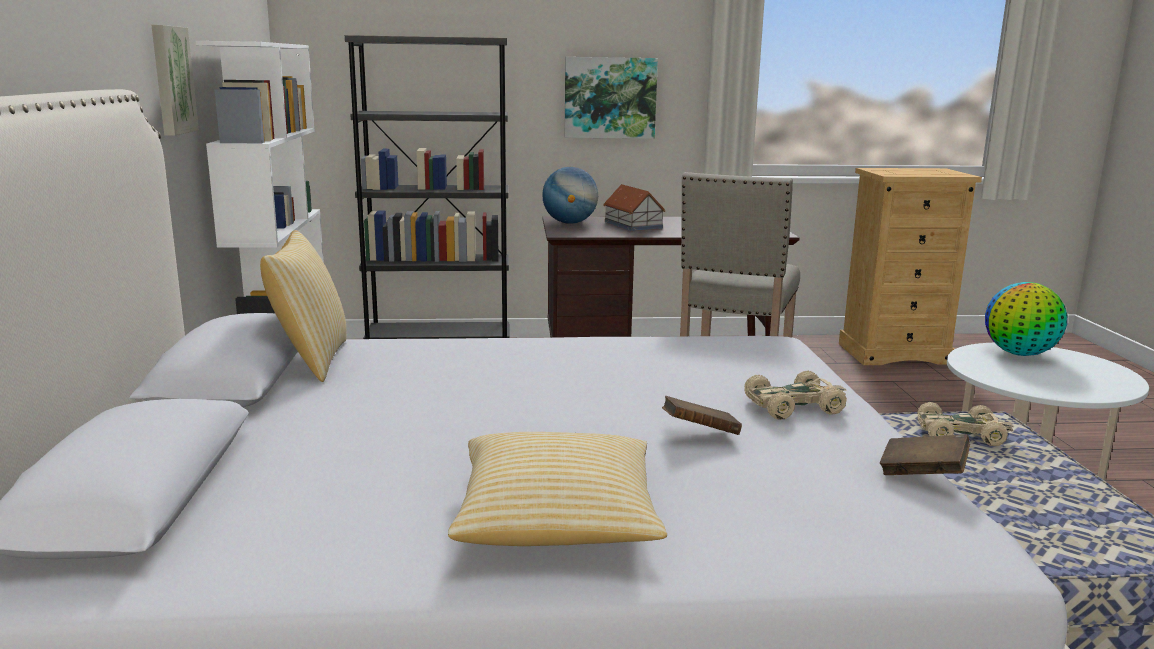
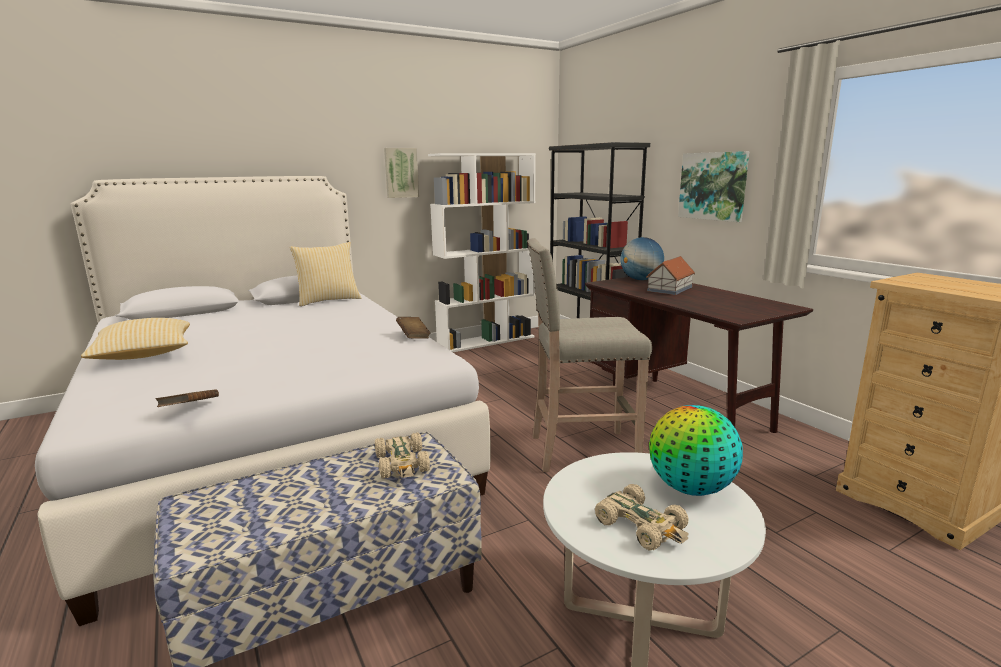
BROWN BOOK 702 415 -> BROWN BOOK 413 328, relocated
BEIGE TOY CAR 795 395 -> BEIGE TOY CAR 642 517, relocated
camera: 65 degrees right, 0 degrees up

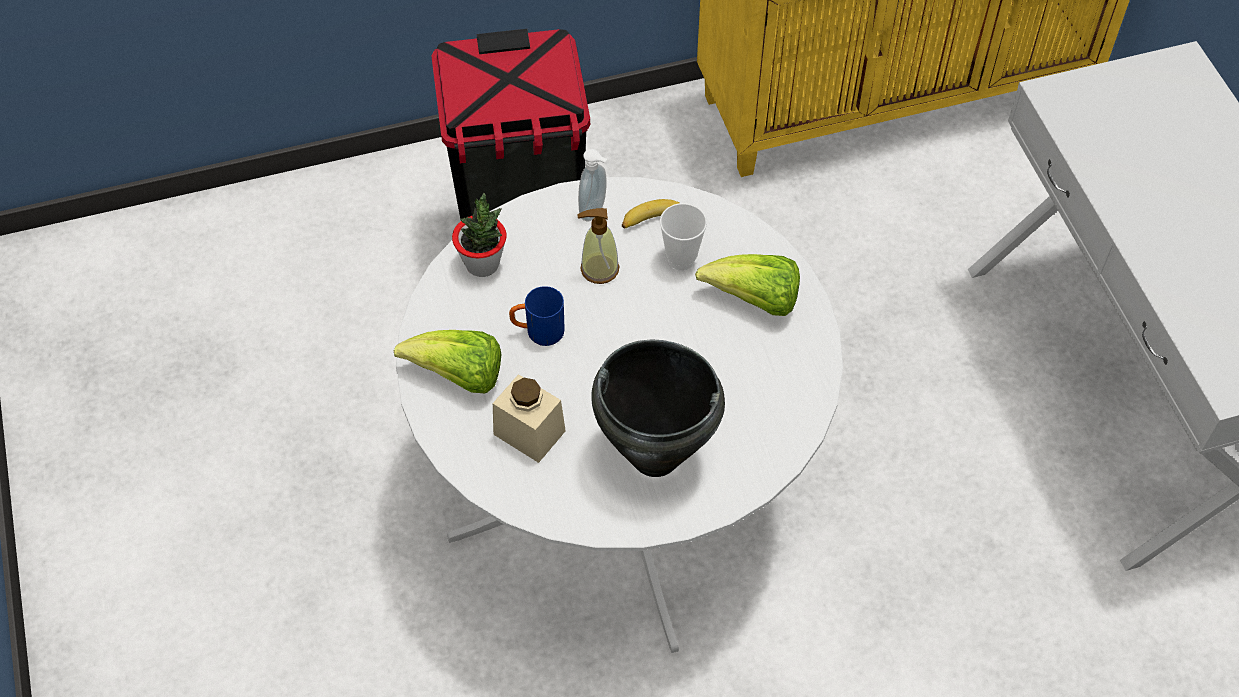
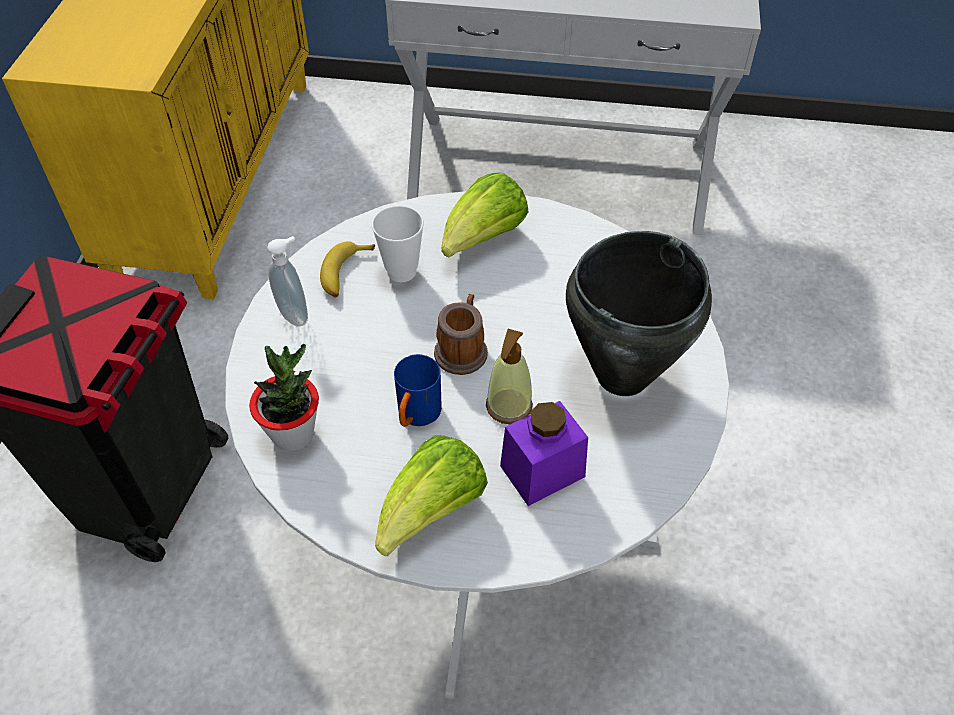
BEIGE JAR 529 418 -> PURPLE JAR 544 453
SOAP DISPENSER 598 246 -> SOAP DISPENSER 509 376, relocated
none -> MUG 461 334
camera: 65 degrees left, 5 degrees down

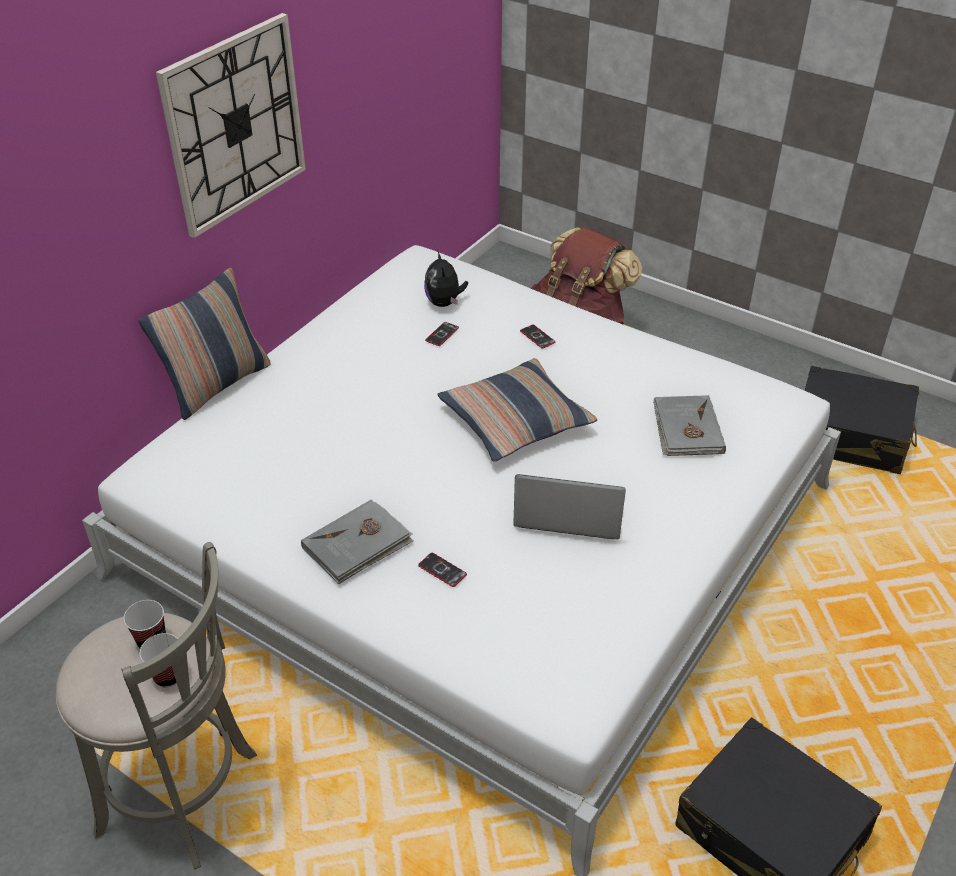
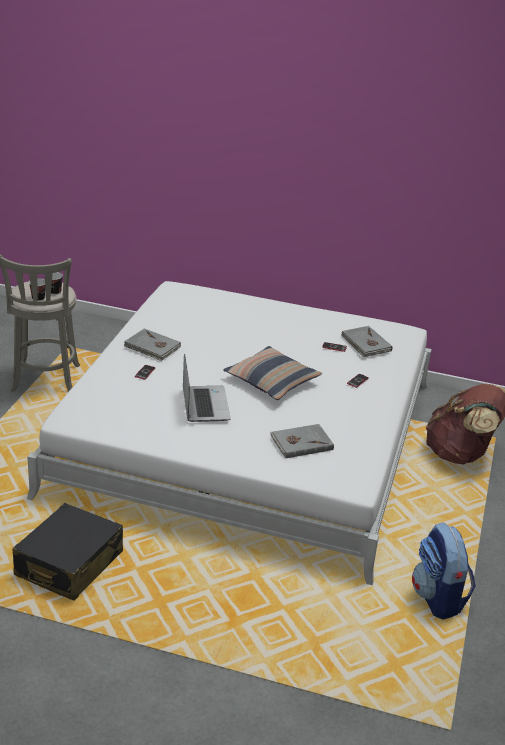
PILLOW 205 344 -> none
WALL CLOCK 231 125 -> none
PLUSH TOY 446 278 -> GREY BOOK 366 341
BLACK SUITCASE 862 420 -> BACKPACK 444 570
camera: 70 degrees right, 10 degrees down

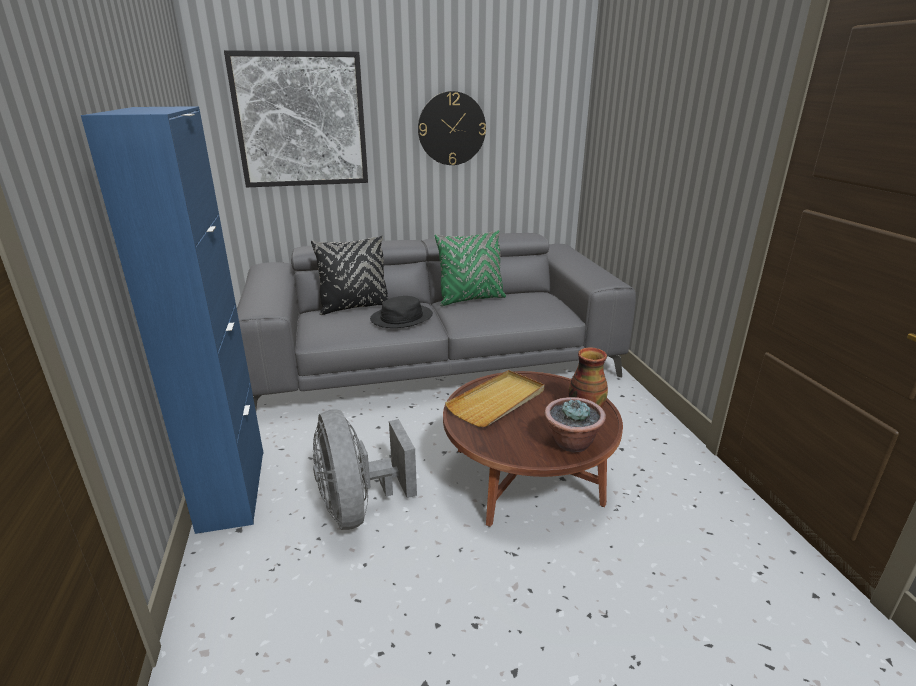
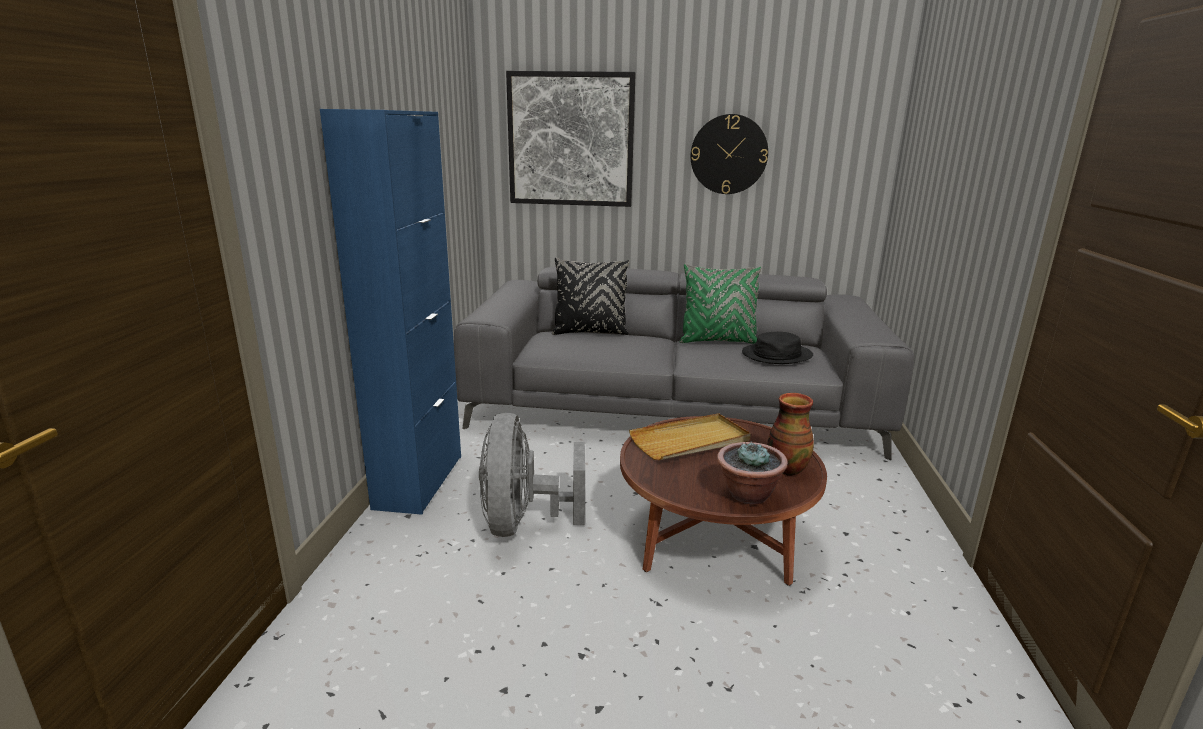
BLACK HAT 401 312 -> BLACK HAT 777 348, relocated
camera: 20 degrees right, 5 degrees down

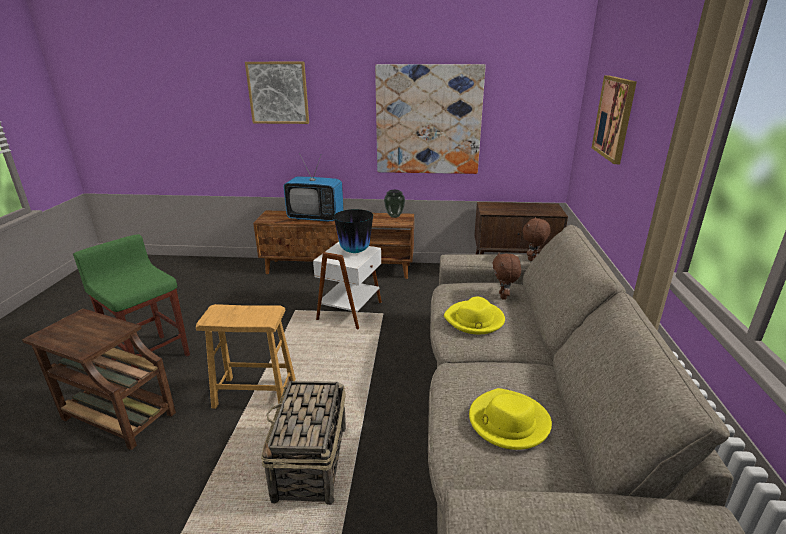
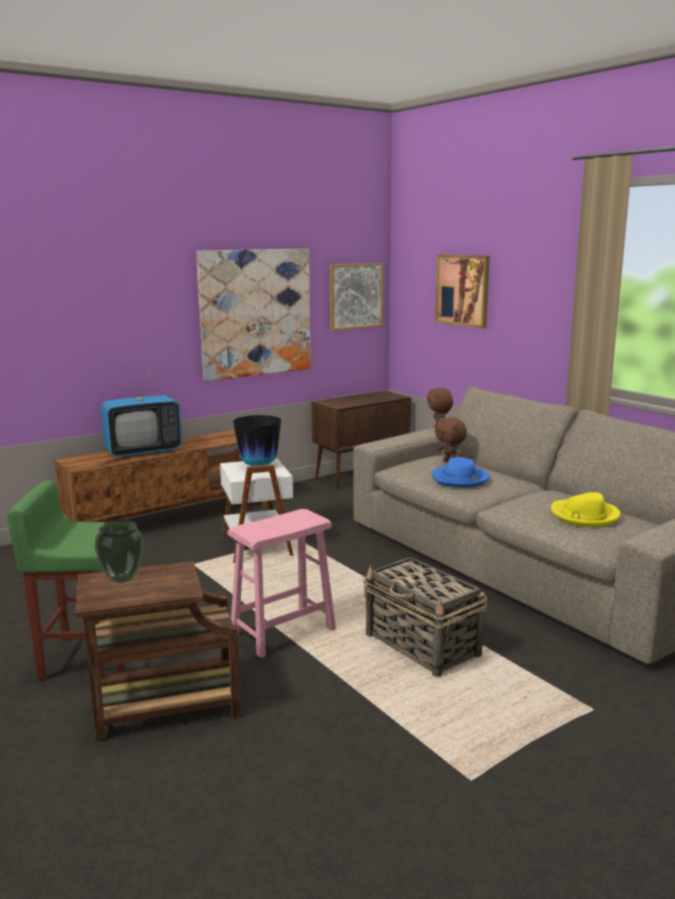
BROWN STOOL 246 356 -> PINK STOOL 281 583
PICTURE 277 93 -> PICTURE 357 297, relocated
VASE 394 204 -> VASE 119 551, relocated
YELLOW HAT 474 315 -> BLUE HAT 461 472
camera: 40 degrees left, 10 degrees down

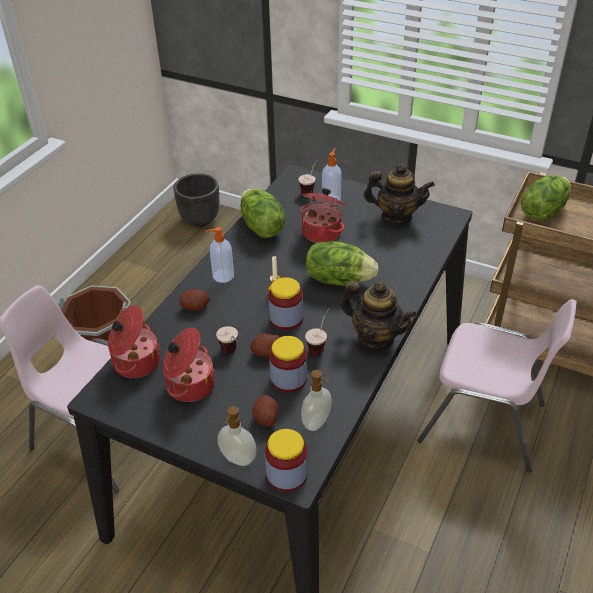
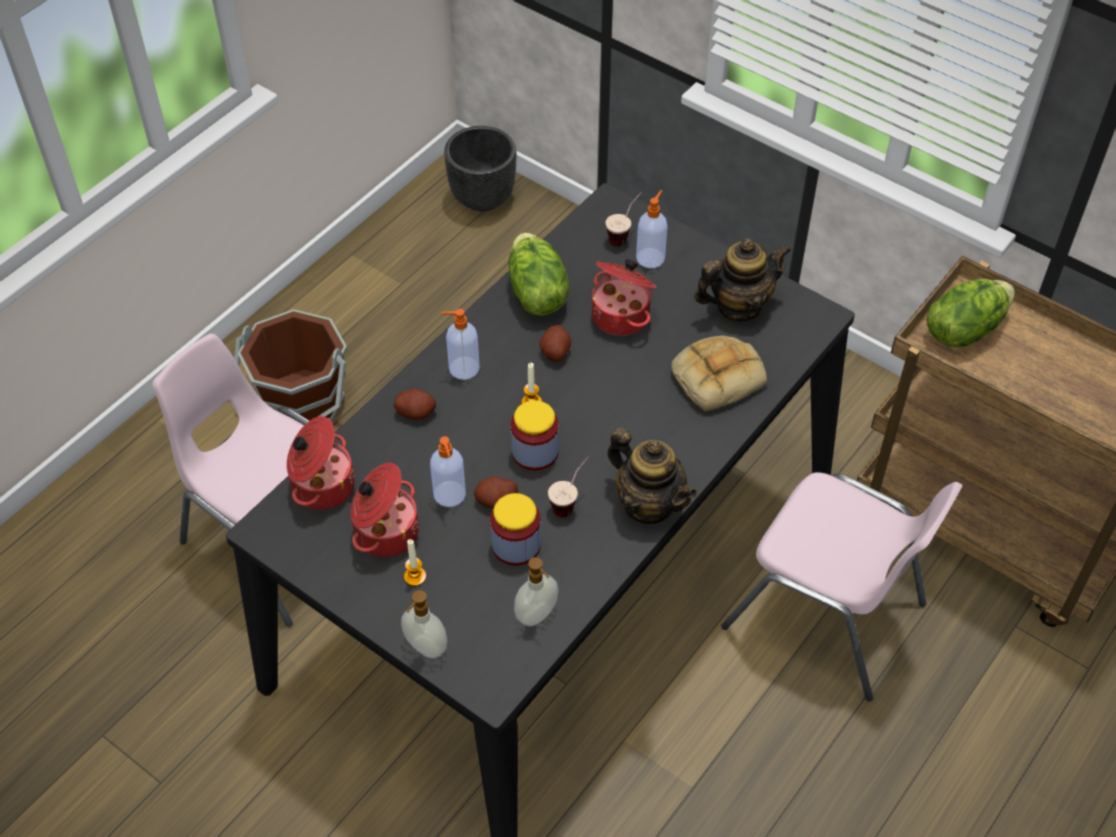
CUP 227 339 -> SOAP DISPENSER 448 471
POTATO 265 411 -> POTATO 555 343, relocated
JAR 286 460 -> none
LETTUCE 342 263 -> none
TEAPOT 399 194 -> TEAPOT 743 280, 45 degrees counterclockwise
none -> CANDLE 415 562
none -> BREAD 719 374
camera: 10 degrees right, 10 degrees up

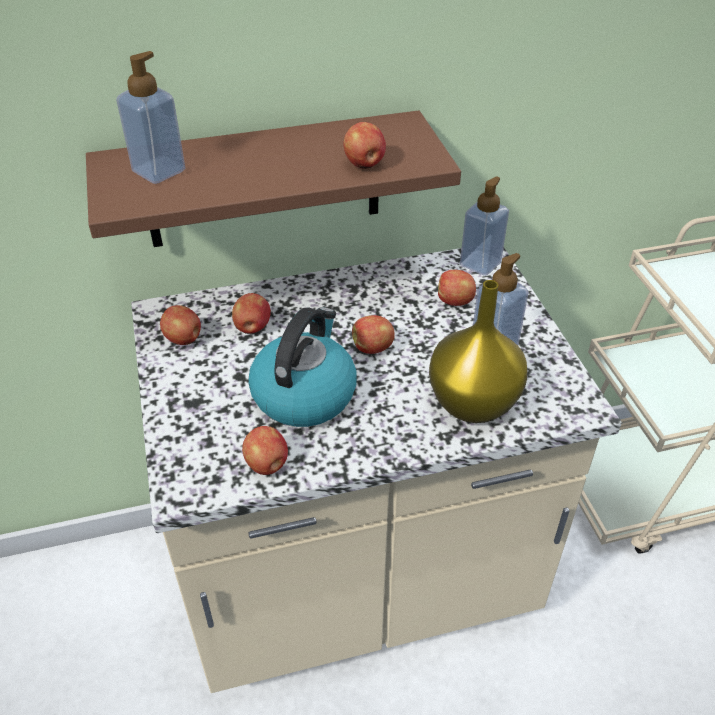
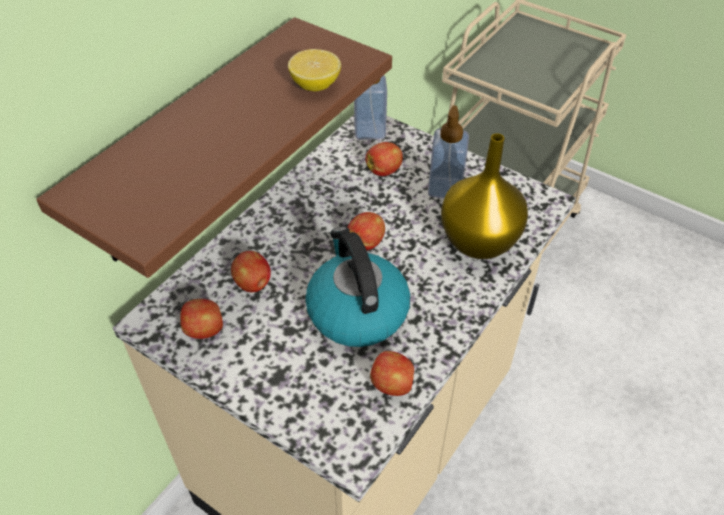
SOAP DISPENSER 150 117 -> none
APPLE 364 145 -> LEMON 314 70
camera: 40 degrees left, 5 degrees up

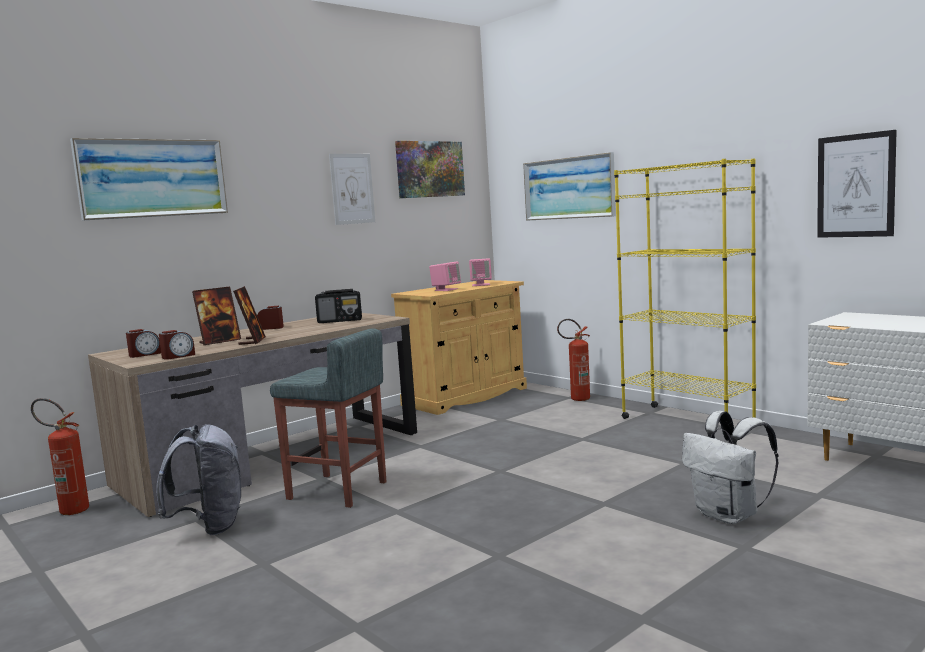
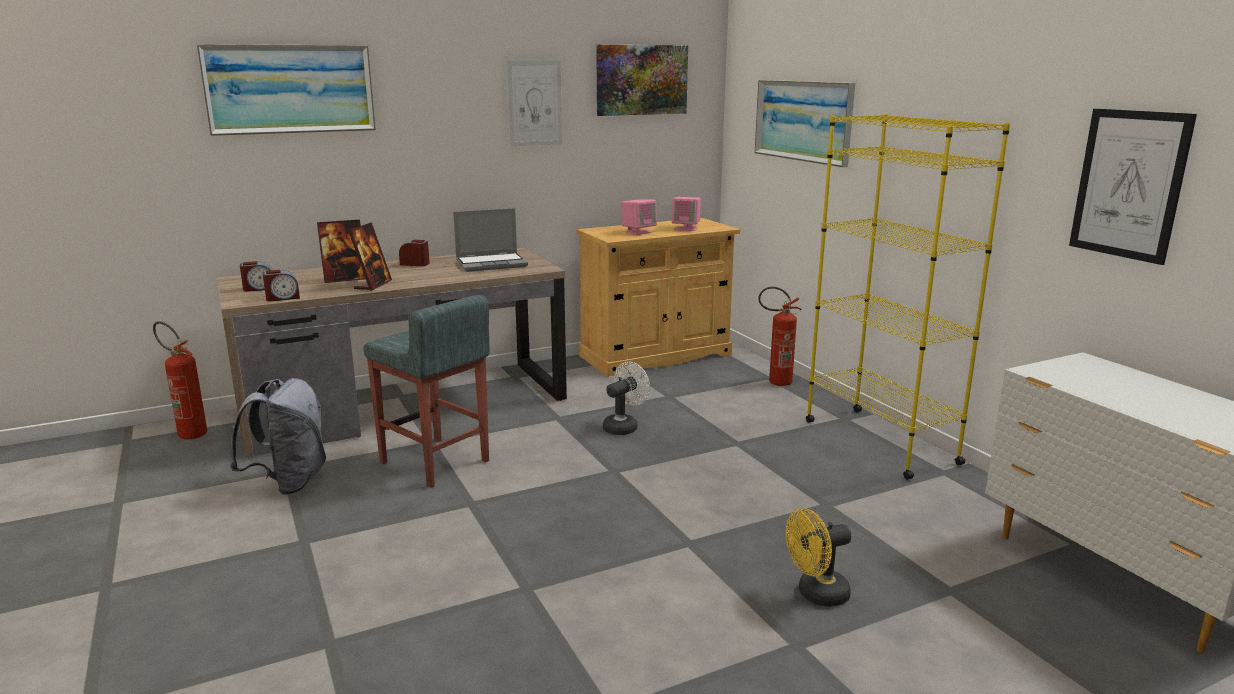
RADIO 338 306 -> LAPTOP 490 240
WHITE BACKPACK 730 467 -> YELLOW FAN 818 557
none -> WHITE FAN 626 398
camera: 15 degrees right, 10 degrees up

